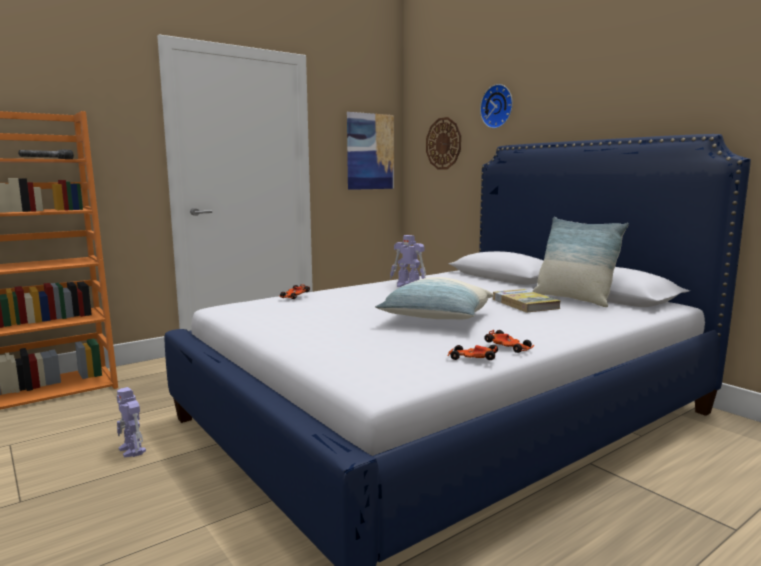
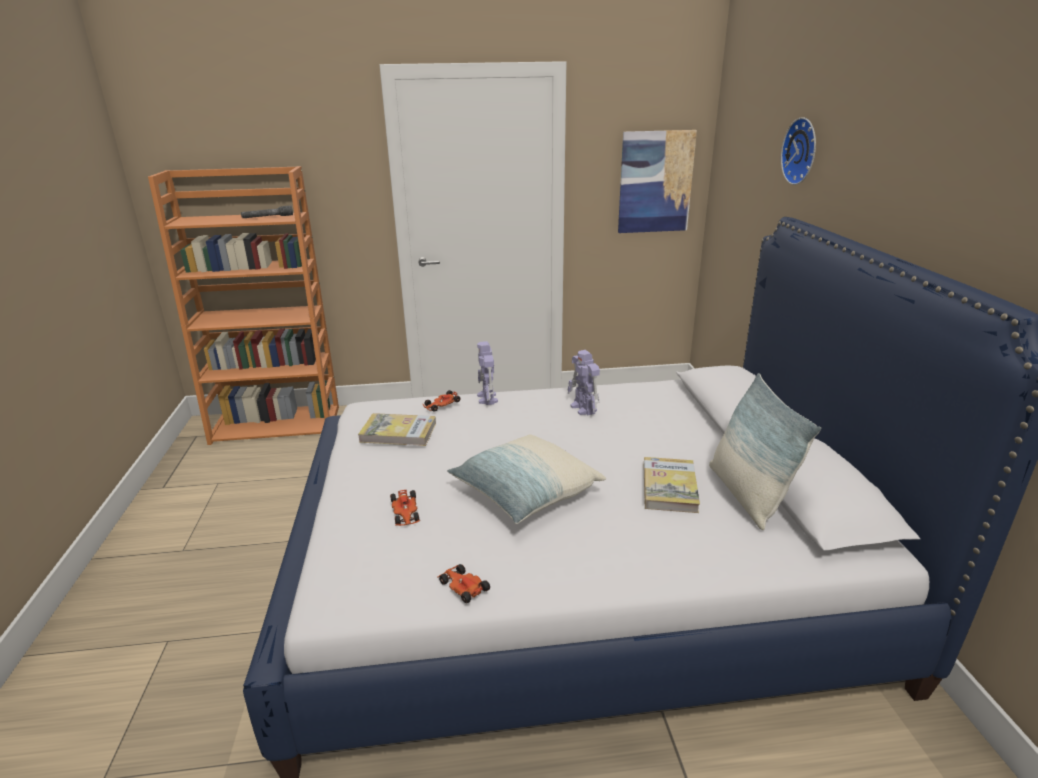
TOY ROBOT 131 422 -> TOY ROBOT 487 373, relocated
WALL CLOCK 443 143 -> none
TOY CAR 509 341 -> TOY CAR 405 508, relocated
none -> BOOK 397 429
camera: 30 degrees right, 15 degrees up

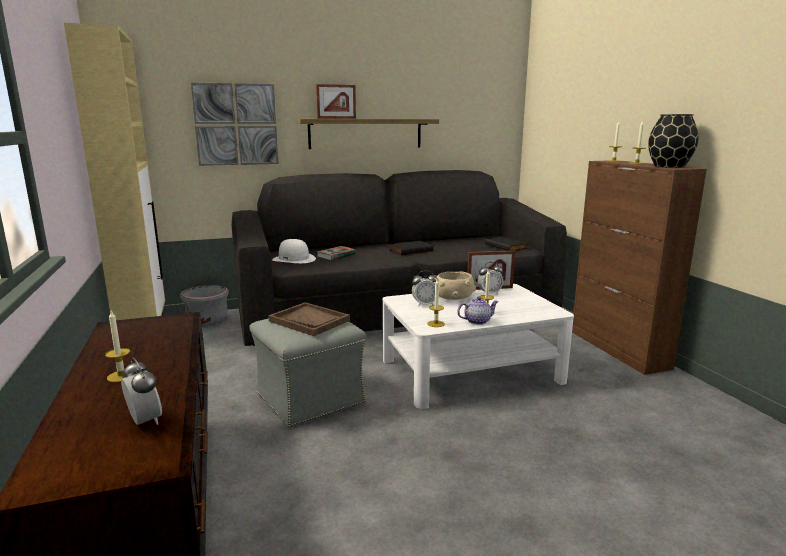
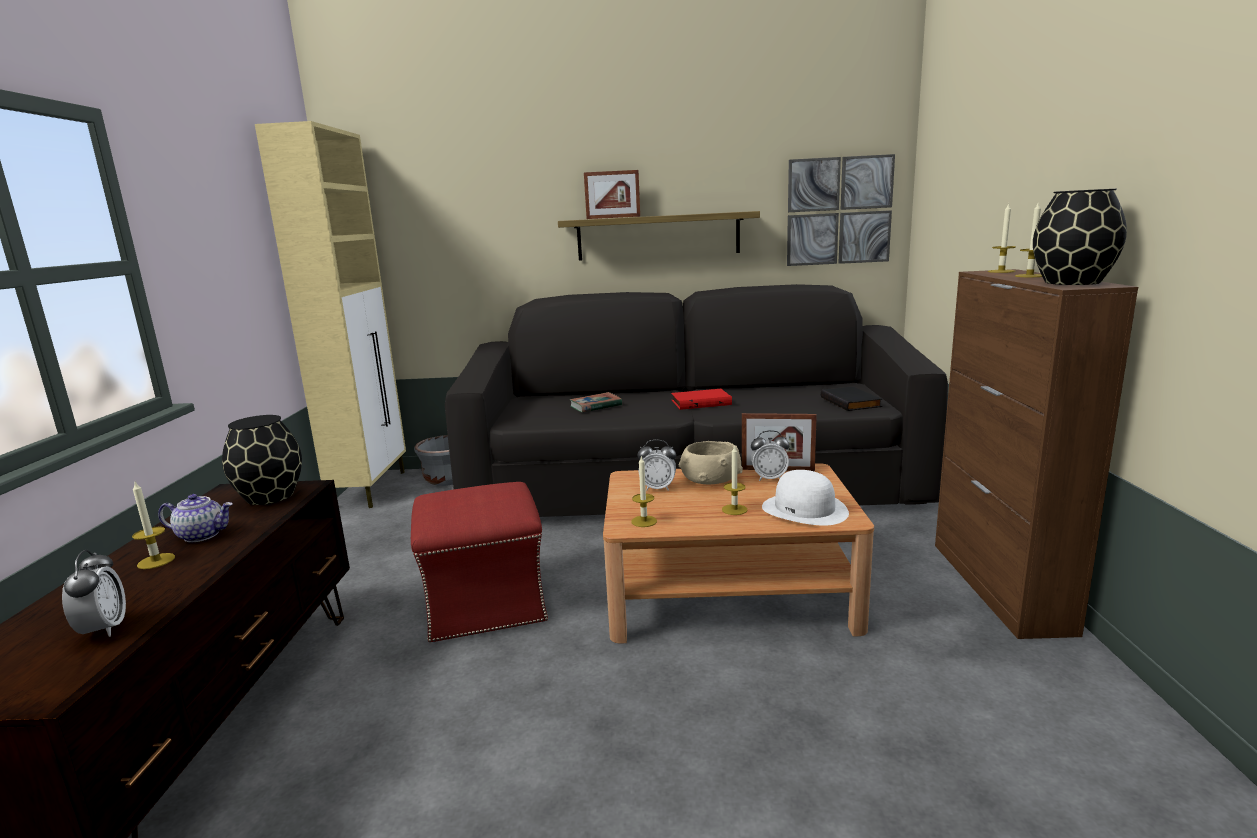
PICTURE 235 124 -> PICTURE 841 210, relocated
GREY OTTOMAN 307 373 -> RED OTTOMAN 479 562
BROWN TRAY 309 319 -> none
WHITE HAT 294 251 -> WHITE HAT 805 498, relocated
WHITE COFFEE TABLE 478 346 -> BROWN COFFEE TABLE 738 553
BLACK BOOK 411 248 -> RED BOOK 701 399
TEAPOT 478 310 -> TEAPOT 195 518, relocated
none -> BLACK VASE 262 460
camera: 20 degrees right, 0 degrees up

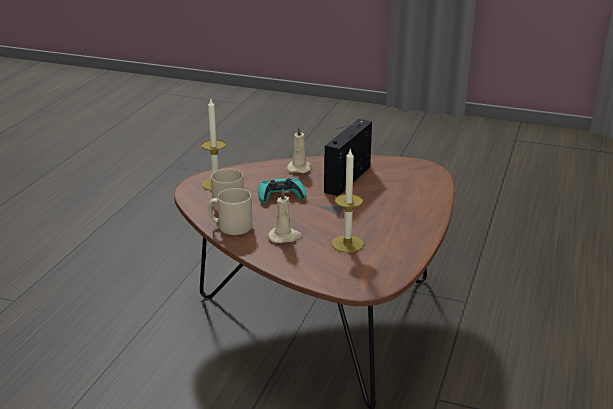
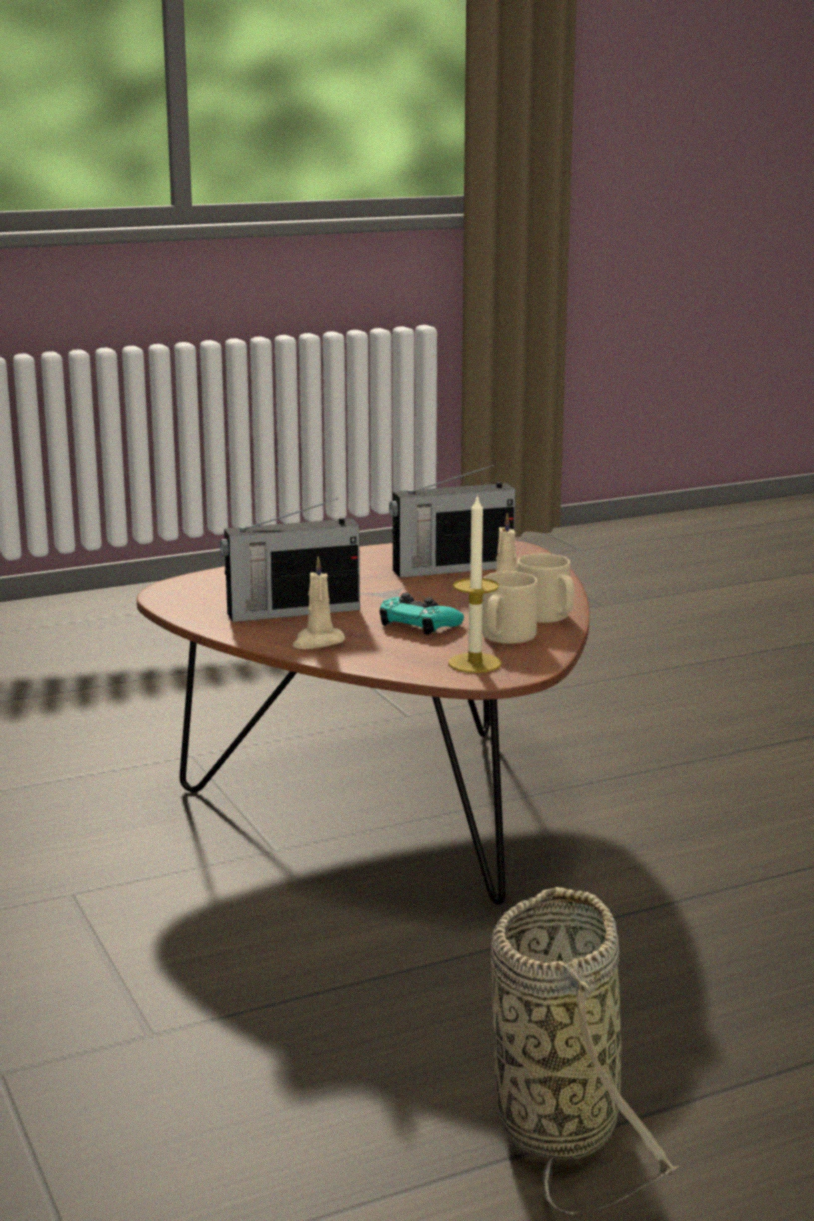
CANDLE 347 200 -> RADIO 452 521
none -> BASKET 585 1051
camera: 135 degrees left, 10 degrees down

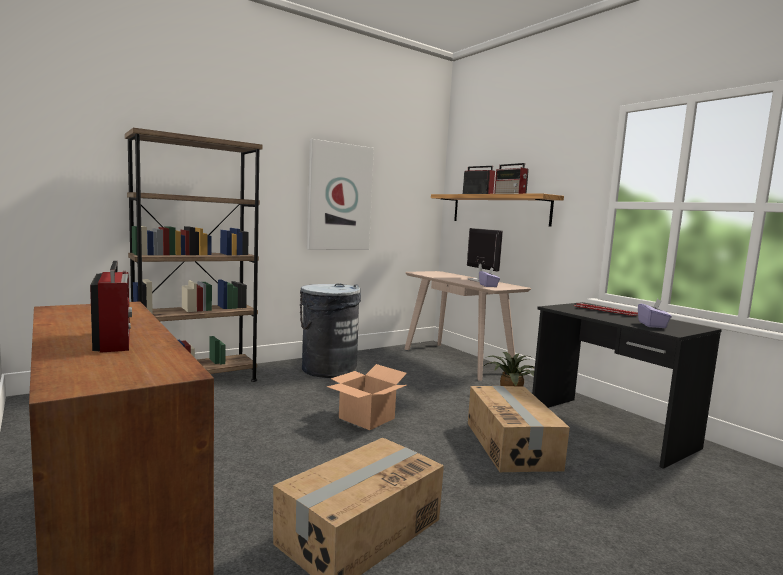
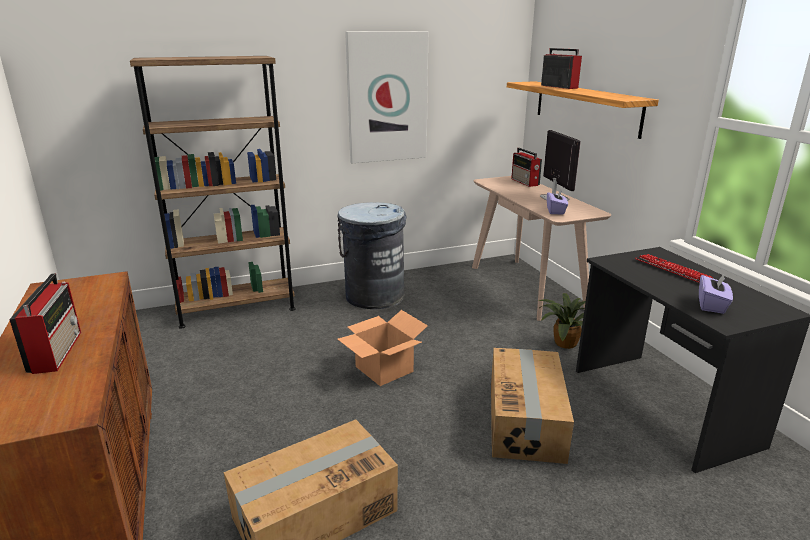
RADIO 511 178 -> RADIO 526 167, relocated
camera: 15 degrees right, 15 degrees up

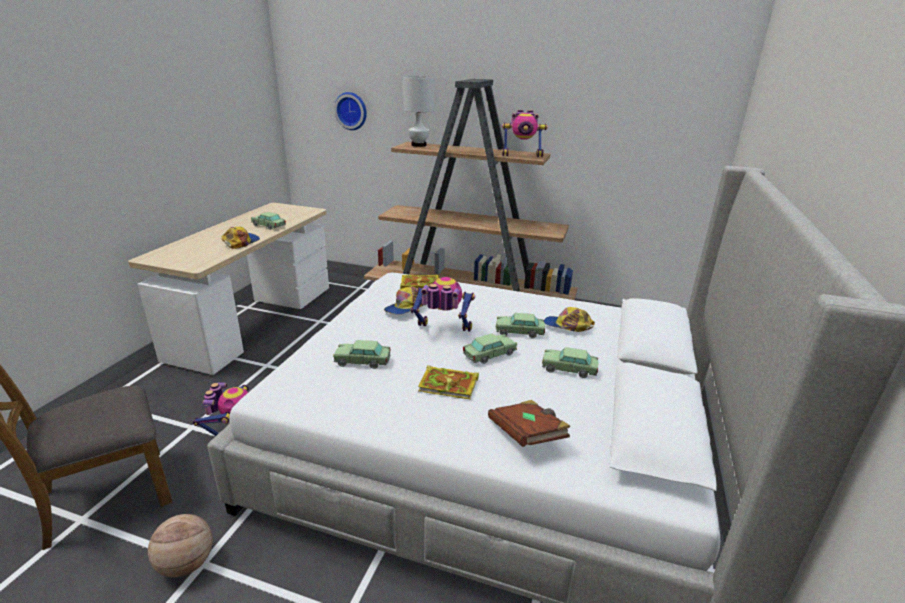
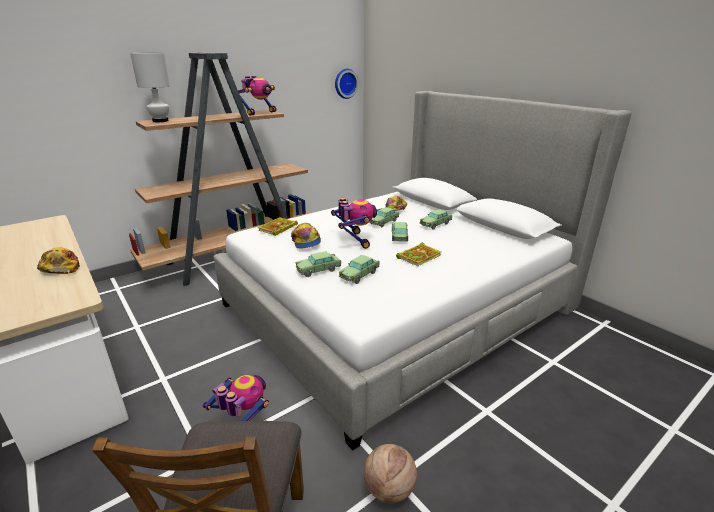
TOY CAR 268 221 -> TOY CAR 318 264, relocated
WALL CLOCK 350 111 -> WALL CLOCK 347 84, relocated
TOY ROBOT 442 304 -> TOY ROBOT 354 223, 120 degrees clockwise
BROWN BOOK 529 423 -> none
camera: 55 degrees left, 0 degrees up

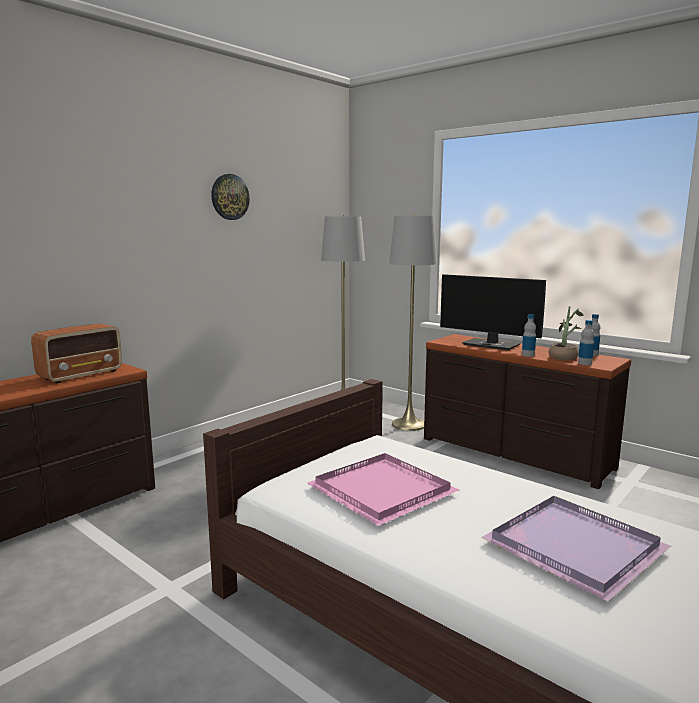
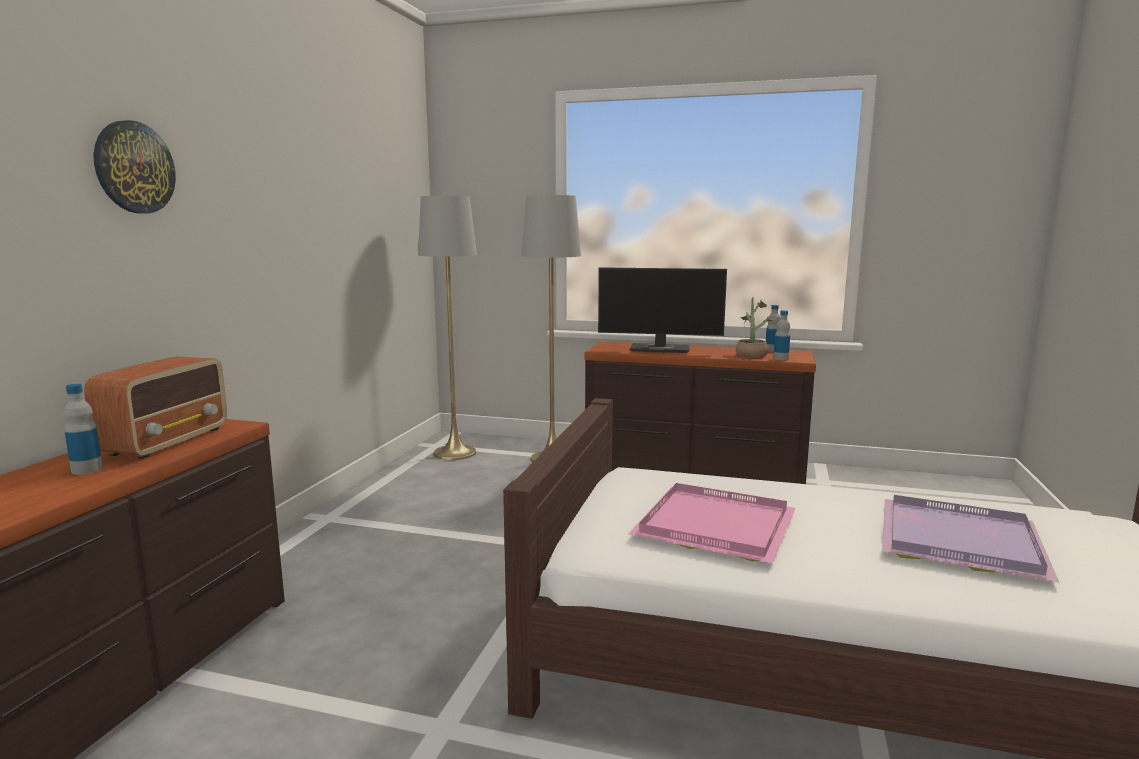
WALL CLOCK 230 197 -> WALL CLOCK 134 166, relocated
BOTTLE 529 335 -> BOTTLE 83 429, relocated
camera: 25 degrees left, 0 degrees up

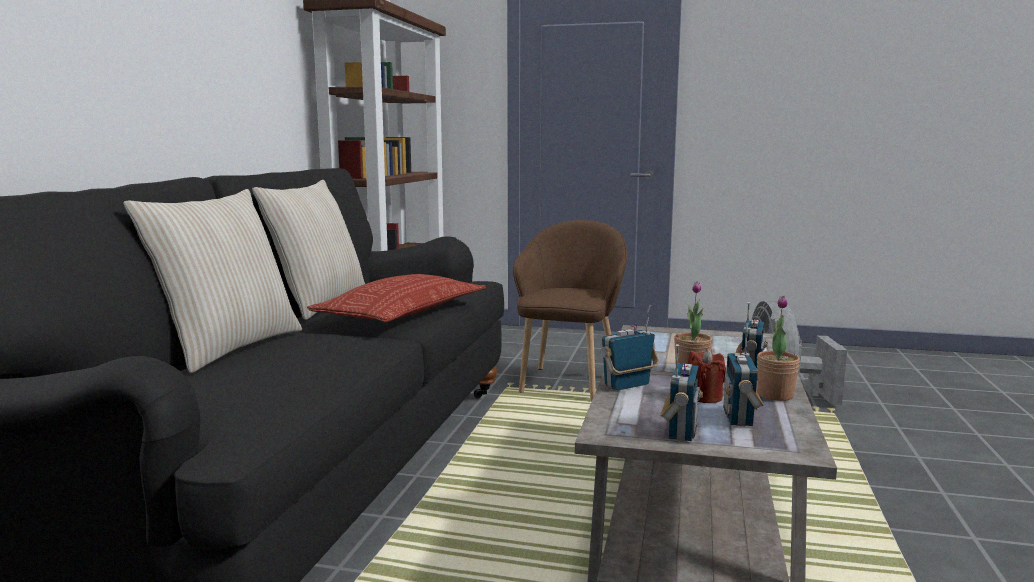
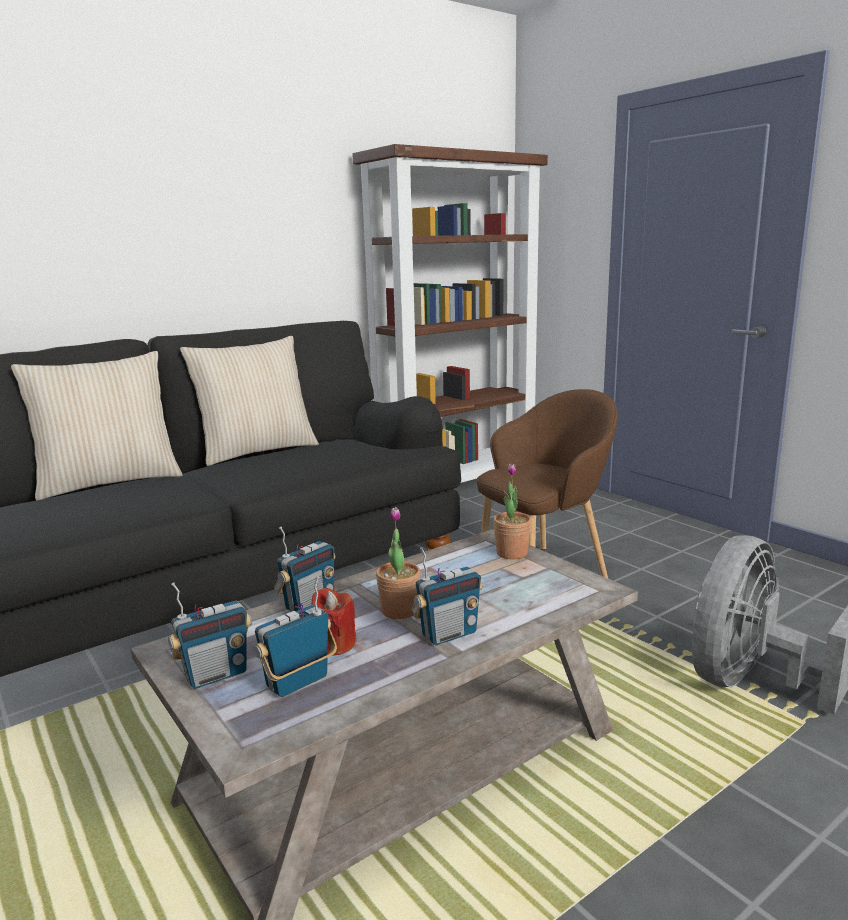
PILLOW 396 298 -> none
RADIO 630 347 -> RADIO 304 569, 120 degrees clockwise
POTTED PLANT 778 348 -> POTTED PLANT 512 511, relocated
camera: 40 degrees right, 5 degrees up

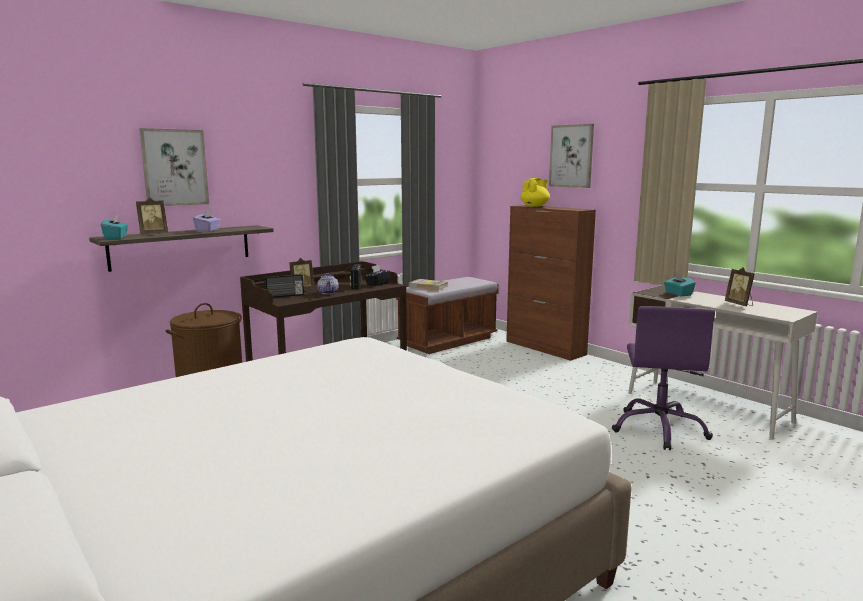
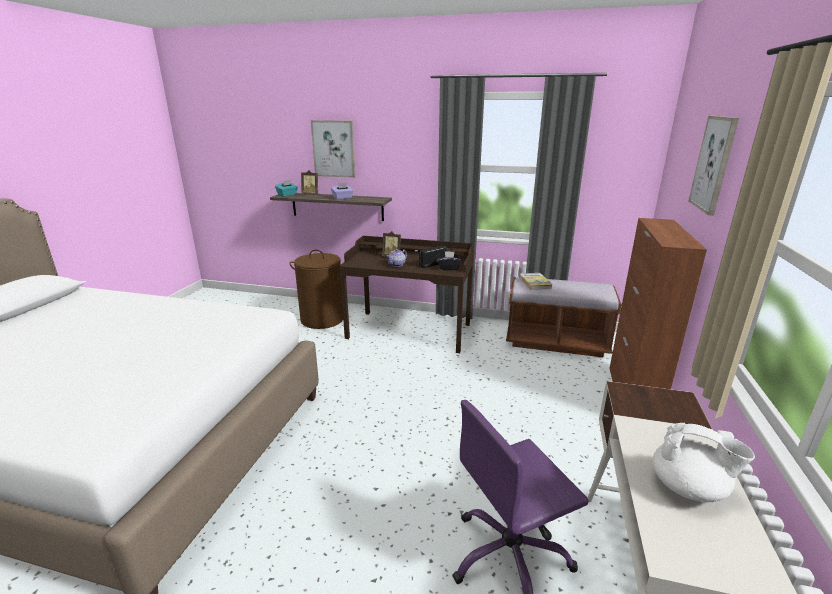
RADIO 284 286 -> none
YELLOW TEAPOT 535 192 -> none
TURQUOISE TISSUE BOX 680 284 -> none
PICTURE FRAME 739 286 -> WHITE TEAPOT 704 462
camera: 55 degrees right, 10 degrees up

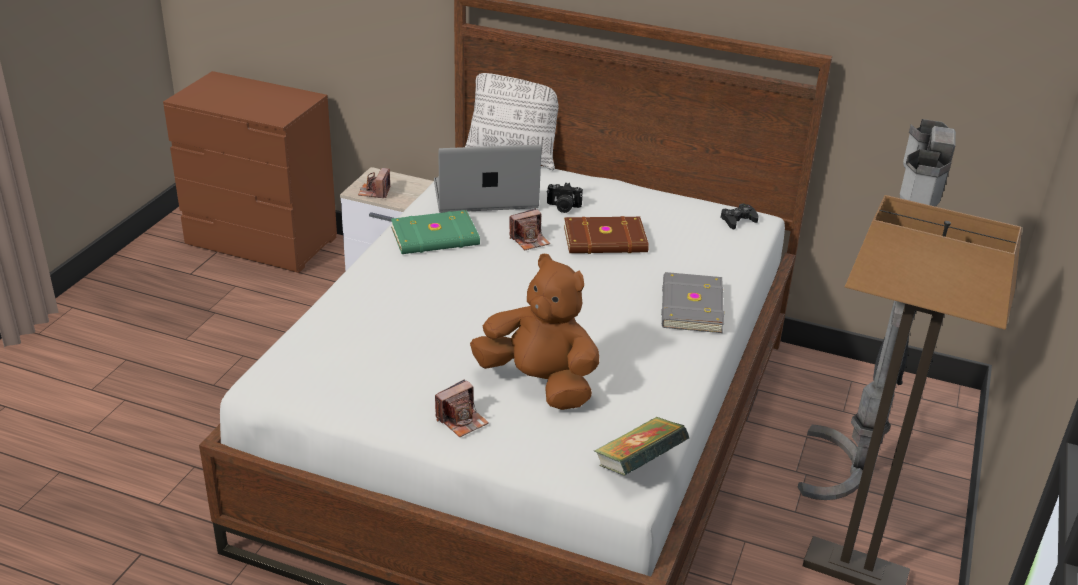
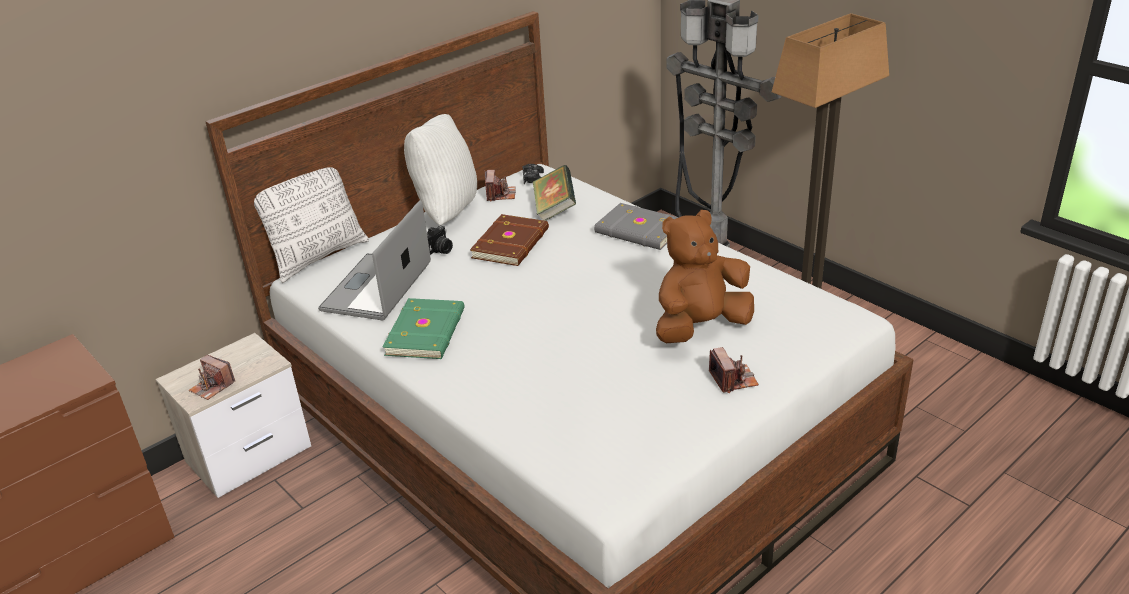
PHOTO CAMERA 530 229 -> PHOTO CAMERA 500 186, relocated
BOOK 641 446 -> BOOK 554 193, relocated
none -> WHITE PILLOW 440 169
camera: 60 degrees left, 0 degrees up

